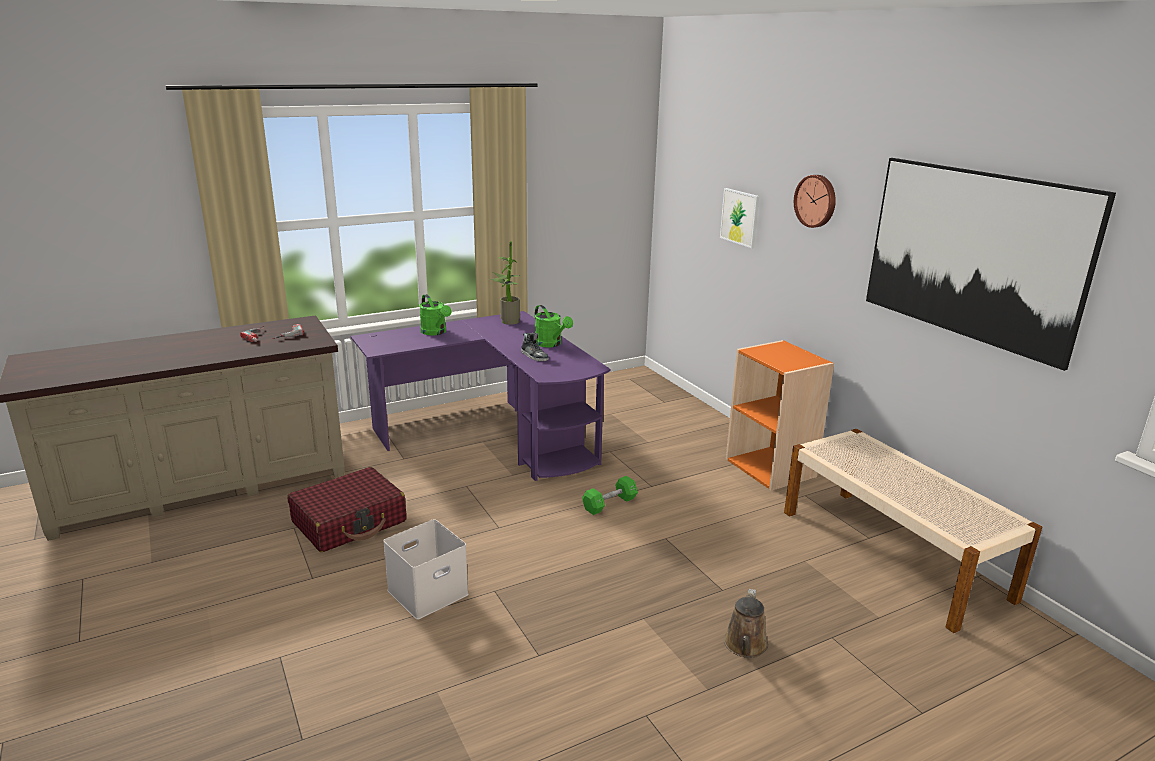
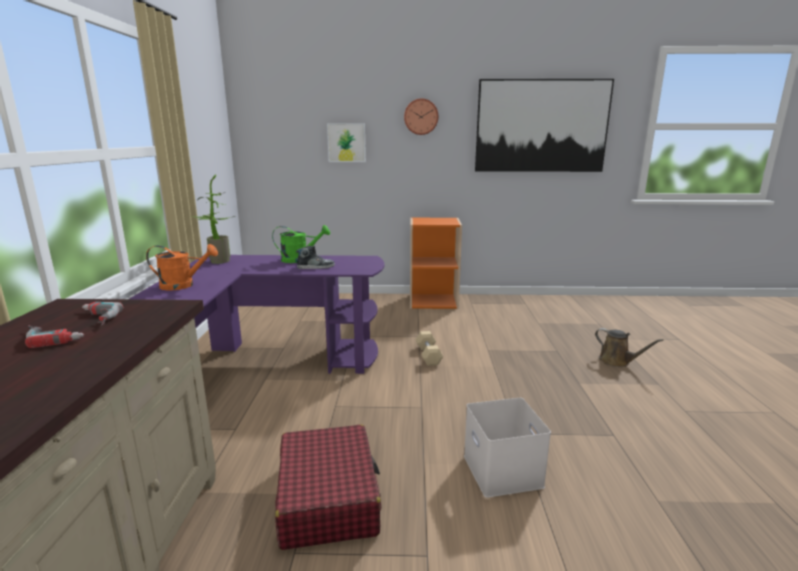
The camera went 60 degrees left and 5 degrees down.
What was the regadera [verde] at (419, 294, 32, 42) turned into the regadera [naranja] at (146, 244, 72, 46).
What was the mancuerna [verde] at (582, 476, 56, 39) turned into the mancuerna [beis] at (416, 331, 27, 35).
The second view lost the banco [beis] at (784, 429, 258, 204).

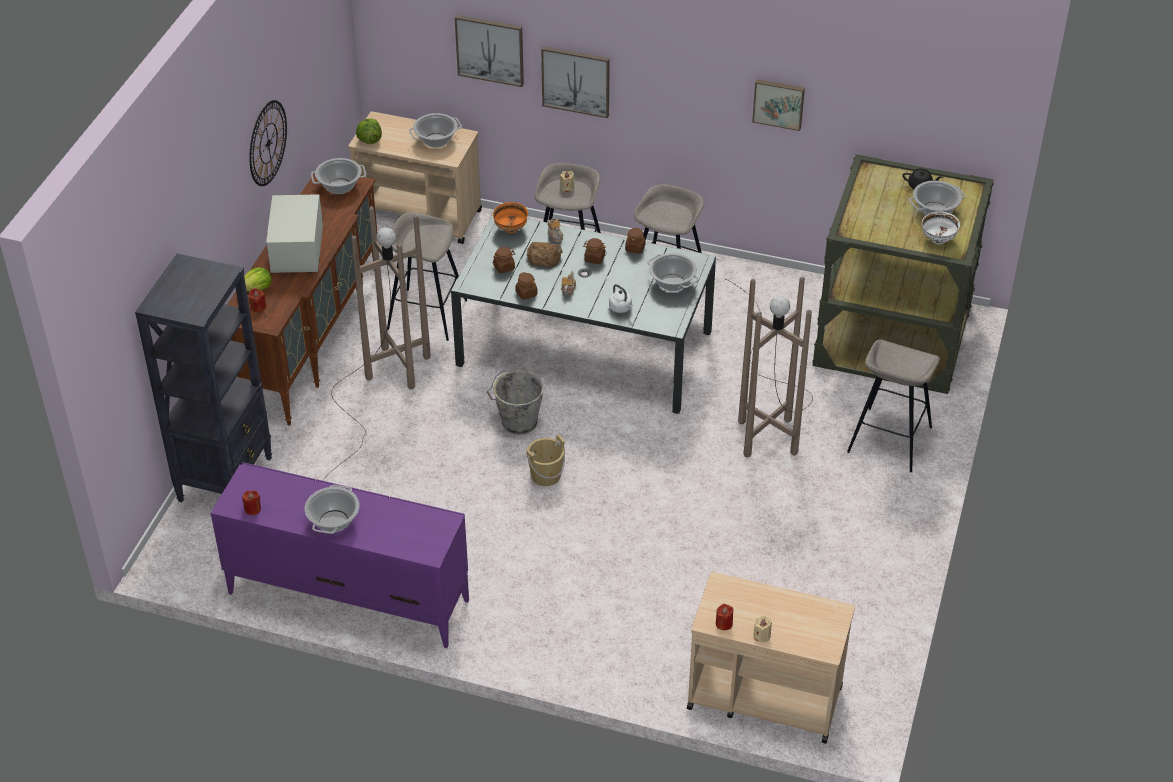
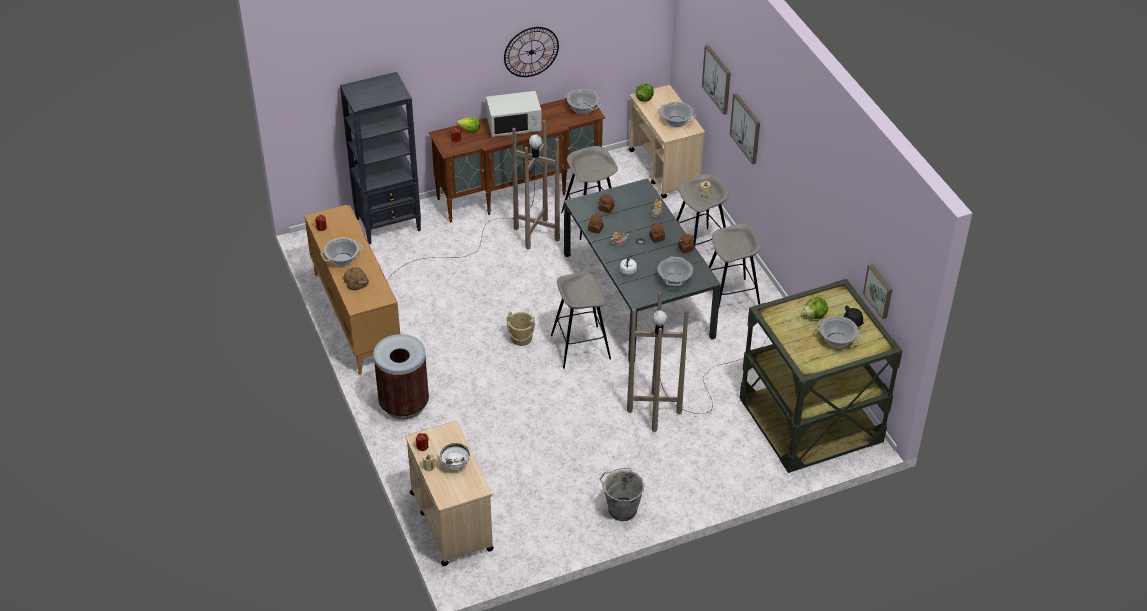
The camera went 50 degrees right and 0 degrees up.
What was the cómoda [morado] at (210, 462, 259, 186) turned into the cómoda [marrón] at (304, 205, 96, 170).
The pan ended up elsewhere, having gone from (527, 242, 36, 26) to (343, 267, 26, 24).
The second view gained the papelera [marrón] at (373, 334, 56, 85).
The cuenco [blanco] ended up elsewhere, having gone from (922, 211, 38, 33) to (439, 442, 31, 27).
The microondas [blanco] at (266, 194, 57, 80) ended up facing another way, 150 degrees counterclockwise from before.
The taburete [gris] ended up elsewhere, having gone from (847, 339, 93, 133) to (551, 273, 60, 96).
The cubo [gris] ended up elsewhere, having gone from (487, 370, 58, 65) to (600, 468, 45, 53).
The second view gained the lechuga at (803, 297, 25, 22).
The cuadro ended up elsewhere, having gone from (752, 79, 53, 52) to (863, 264, 29, 55).
The second view lost the cuenco [naranja] at (493, 202, 35, 31).

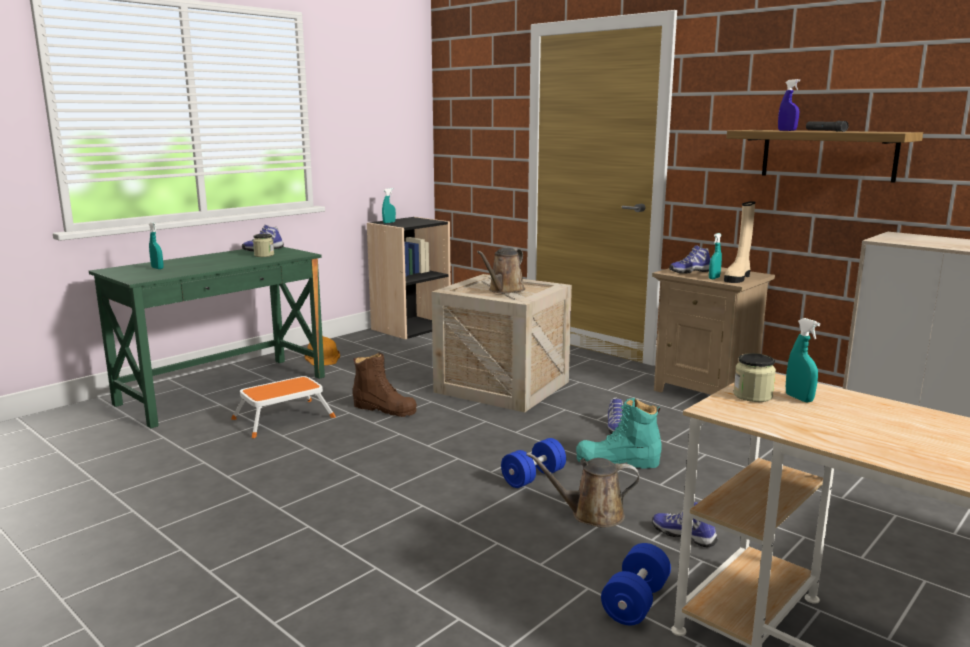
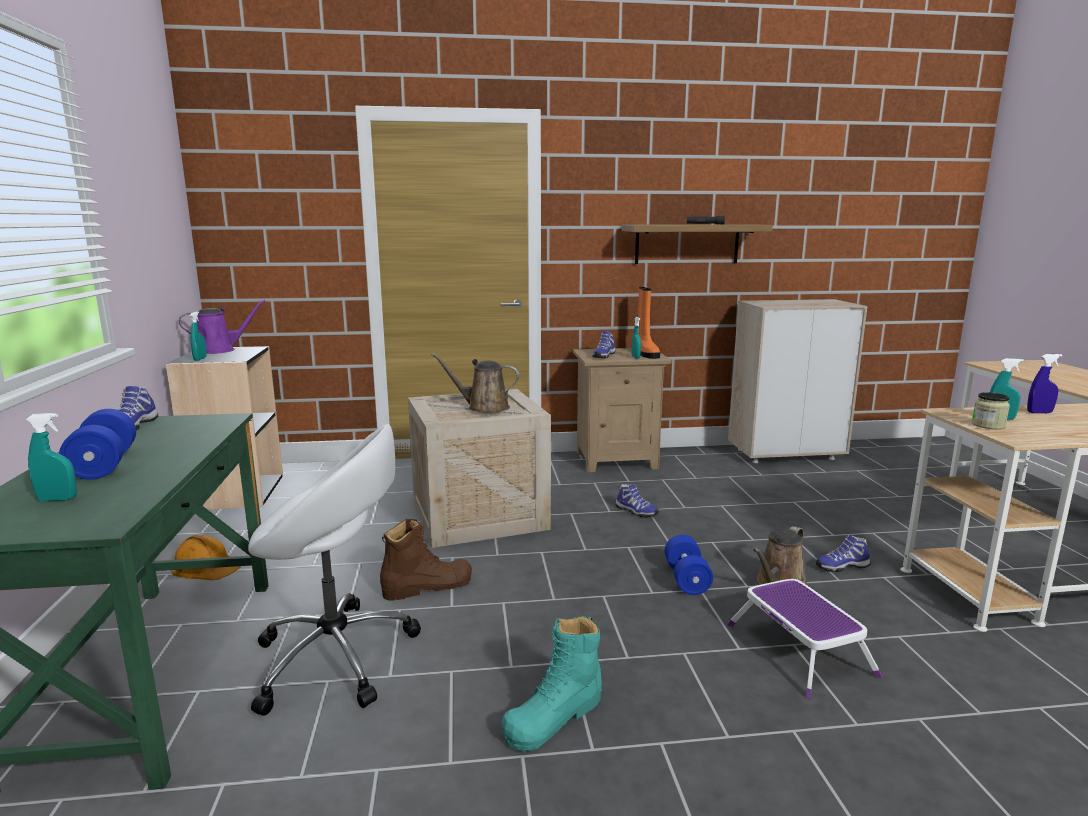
The camera went 50 degrees left and 0 degrees up.
The mancuerna [azul] ended up elsewhere, having gone from (601, 543, 70, 83) to (59, 409, 77, 71).
The second view gained the regadera [morado] at (179, 300, 87, 54).
Where the escalera de tijera [naranja] stood at (231, 376, 105, 62), the silla de oficina [blanco] came to stand at (248, 424, 173, 292).
The regadera [marrón] at (477, 248, 48, 46) ended up facing another way, 120 degrees clockwise from before.
The bota [turquesa] ended up elsewhere, having gone from (576, 398, 86, 71) to (501, 616, 101, 135).
What was the bota [beis] at (724, 201, 31, 82) turned into the bota [naranja] at (638, 287, 22, 72).
The second view gained the escalera de tijera [morado] at (727, 579, 155, 120).
The pulverizador [azul] ended up elsewhere, having gone from (778, 79, 22, 52) to (1027, 354, 35, 59).
The second view lost the tarro at (253, 234, 21, 23).

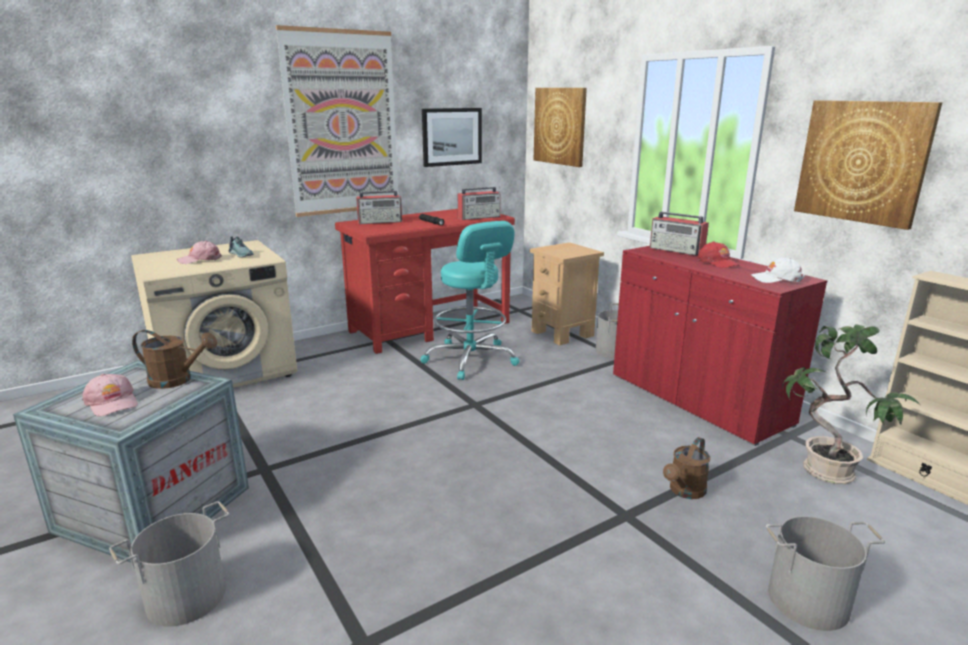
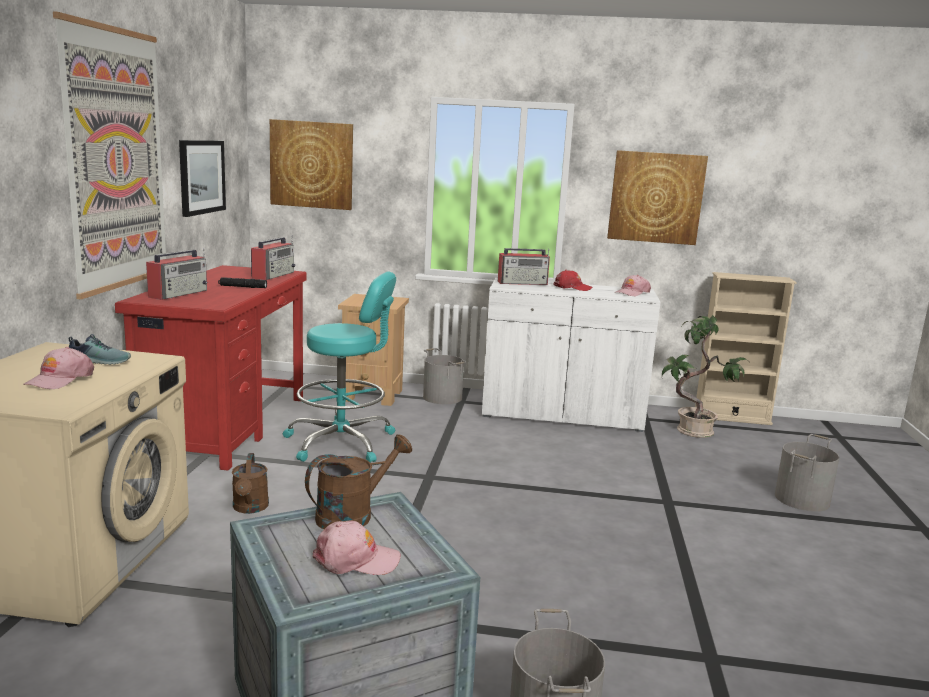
The camera went 50 degrees left and 5 degrees down.
The regadera [marrón] ended up elsewhere, having gone from (663, 437, 47, 62) to (232, 453, 37, 61).
What was the armario [rojo] at (613, 246, 215, 200) turned into the armario [blanco] at (482, 278, 178, 154).
What was the gorra [blanco] at (751, 258, 54, 25) turned into the gorra [rosa] at (616, 275, 35, 21).

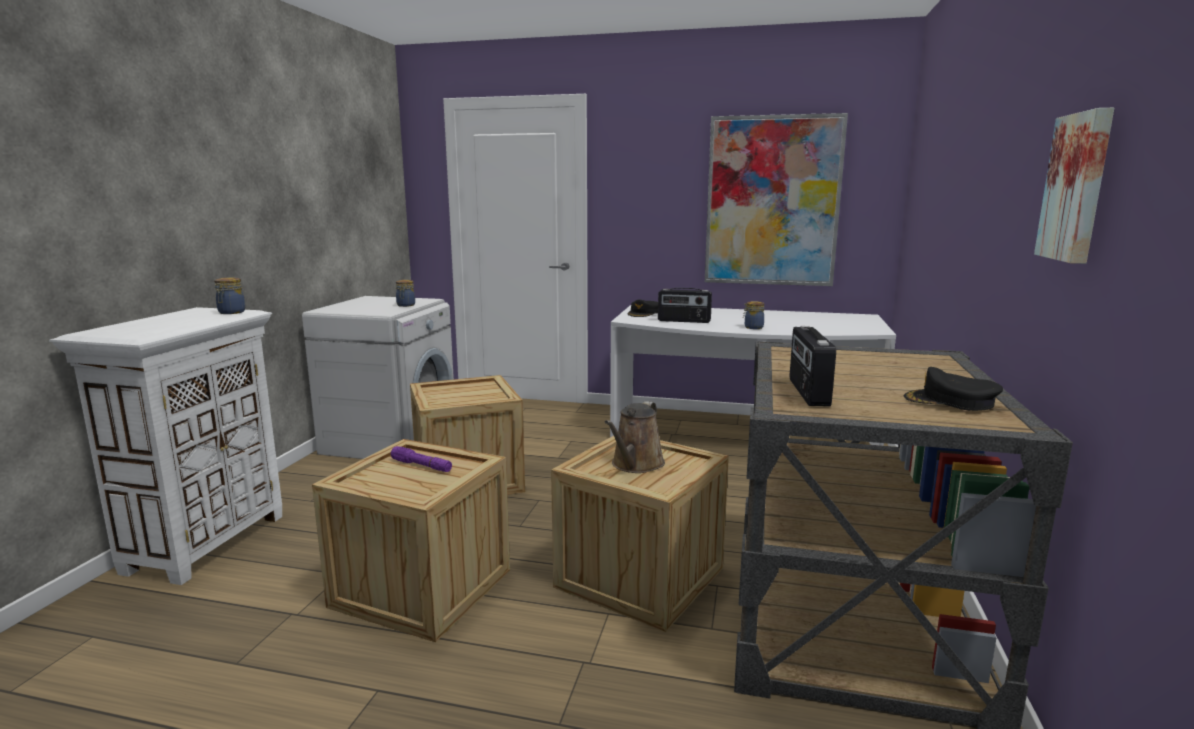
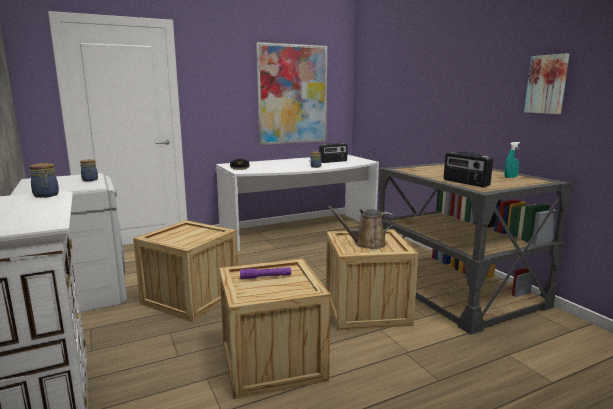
The camera went 40 degrees left and 0 degrees up.
The radio ended up elsewhere, having gone from (658, 288, 54, 35) to (319, 143, 29, 20).
The regadera [marrón] at (605, 401, 60, 72) ended up facing another way, 105 degrees clockwise from before.
Where the gorra [negro] stood at (904, 367, 99, 44), the pulverizador [turquesa] came to stand at (504, 142, 16, 36).

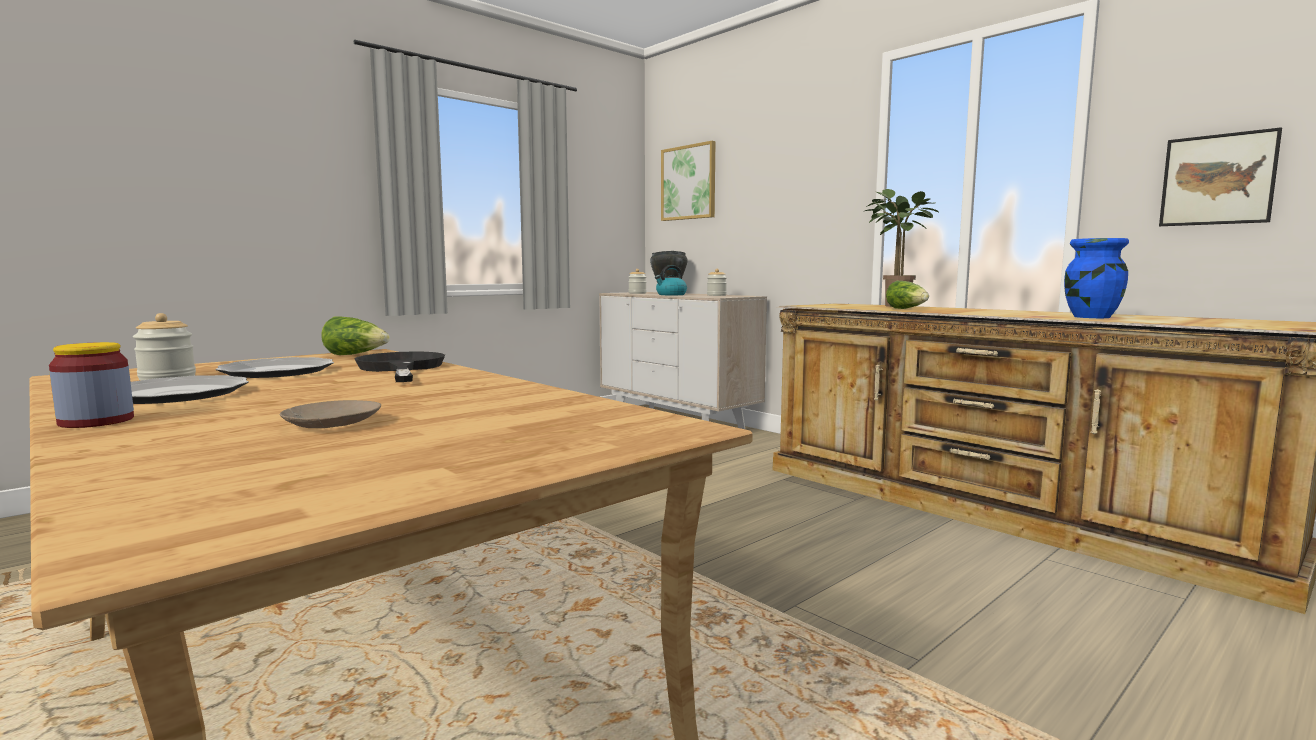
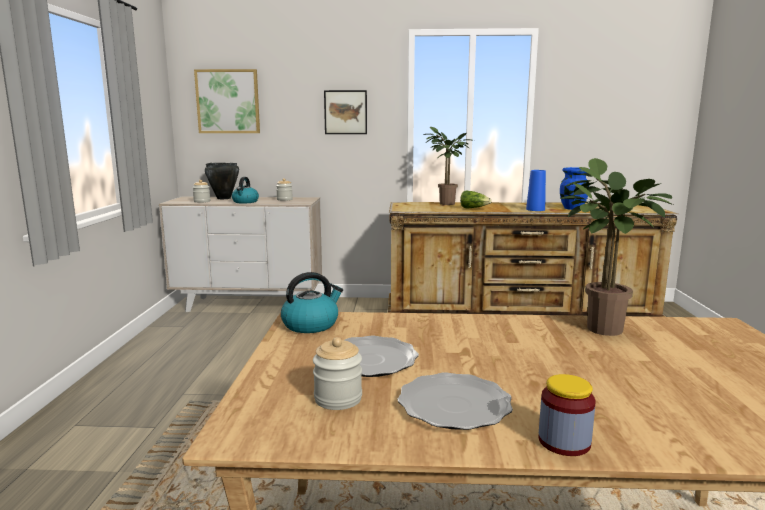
The camera went 45 degrees left and 5 degrees up.
Where the lechuga stood at (321, 316, 69, 39), the hervidor came to stand at (281, 272, 62, 61).
The cuadro ended up elsewhere, having gone from (1159, 127, 123, 99) to (324, 90, 43, 44).
The second view gained the florero [azul] at (526, 170, 20, 41).
The second view gained the planta en maceta at (560, 158, 113, 178).
The second view lost the plato [beis] at (280, 400, 101, 28).
The second view lost the sartén [negro] at (354, 352, 91, 30).

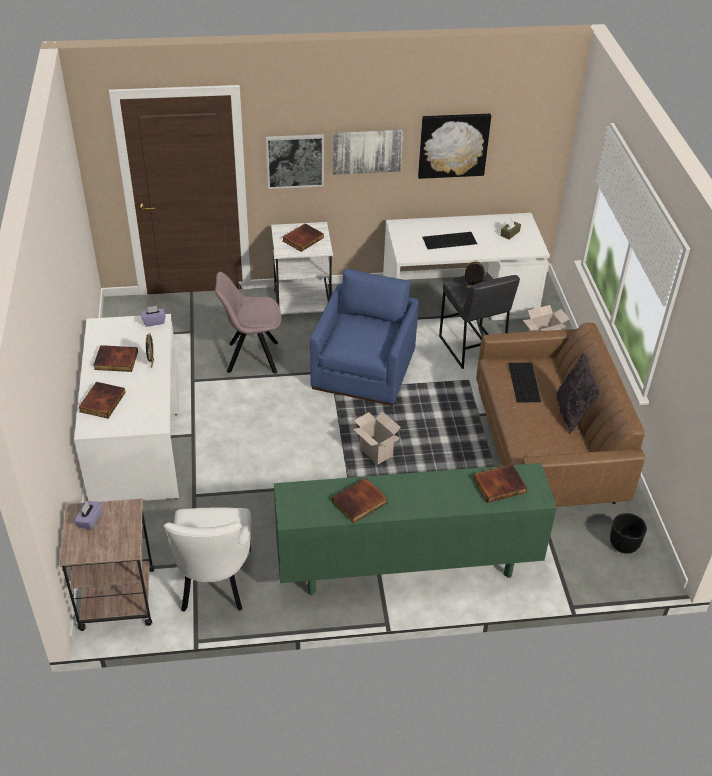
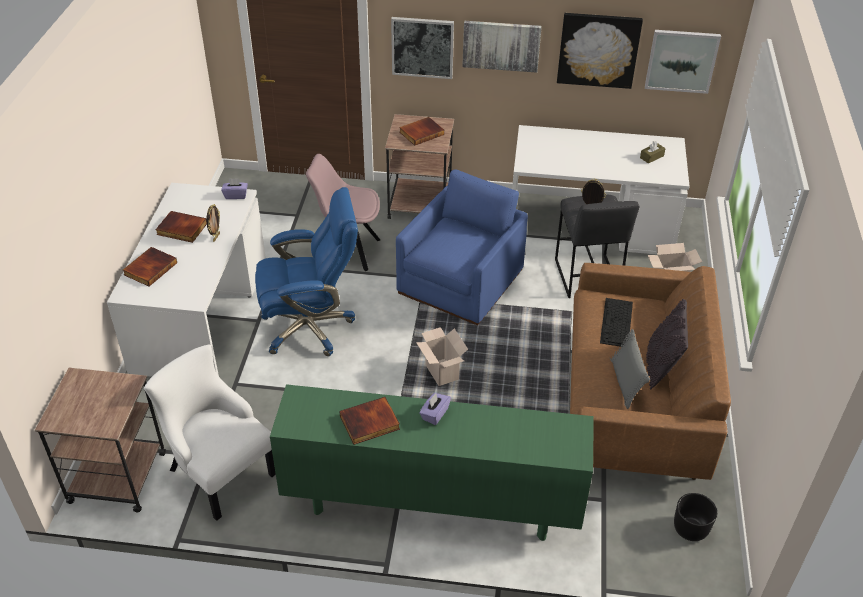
The camera went 15 degrees right and 0 degrees up.
The silla [blanco] at (164, 508, 88, 104) ended up facing another way, 120 degrees clockwise from before.
The second view gained the silla de oficina [azul] at (255, 187, 103, 169).
What was the carrito [blanco] at (271, 222, 62, 93) turned into the carrito [marrón] at (385, 114, 69, 105).
The caja de pañuelos [morado] ended up elsewhere, having gone from (74, 501, 28, 29) to (419, 393, 32, 32).
The second view gained the cojín [gris] at (610, 329, 40, 80).
The second view gained the cuadro at (645, 30, 76, 64).
The second view lost the teclado at (422, 232, 55, 17).
The second view lost the libro at (473, 464, 54, 39).

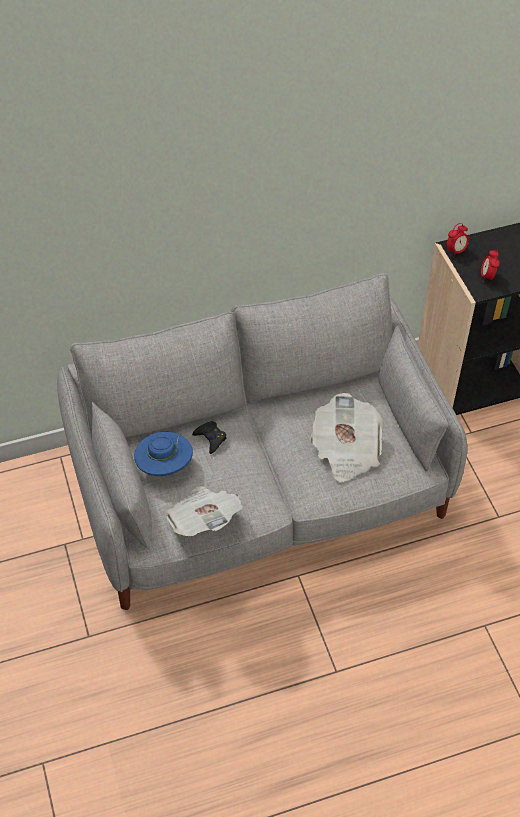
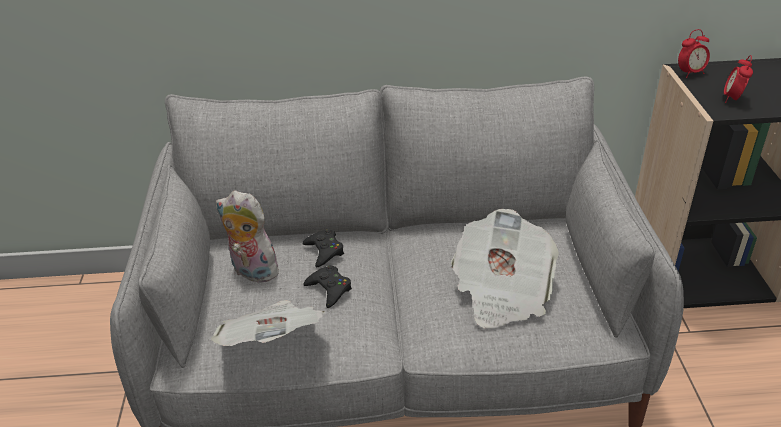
The camera went 15 degrees right and 15 degrees down.
Where the sombrero [azul] stood at (134, 432, 59, 44), the peluche came to stand at (216, 190, 65, 93).
The second view gained the mando de consola [negro] at (303, 265, 49, 43).

